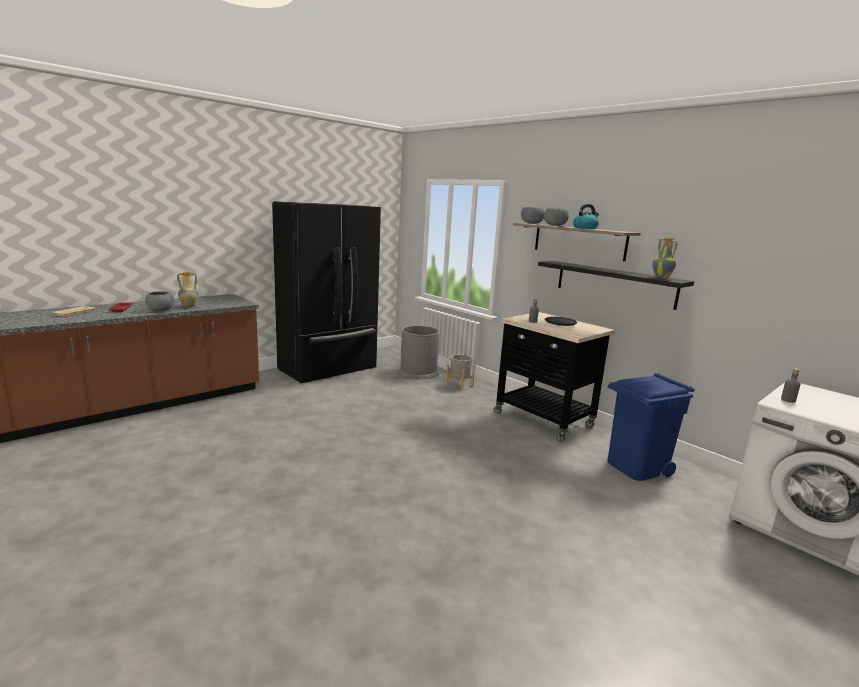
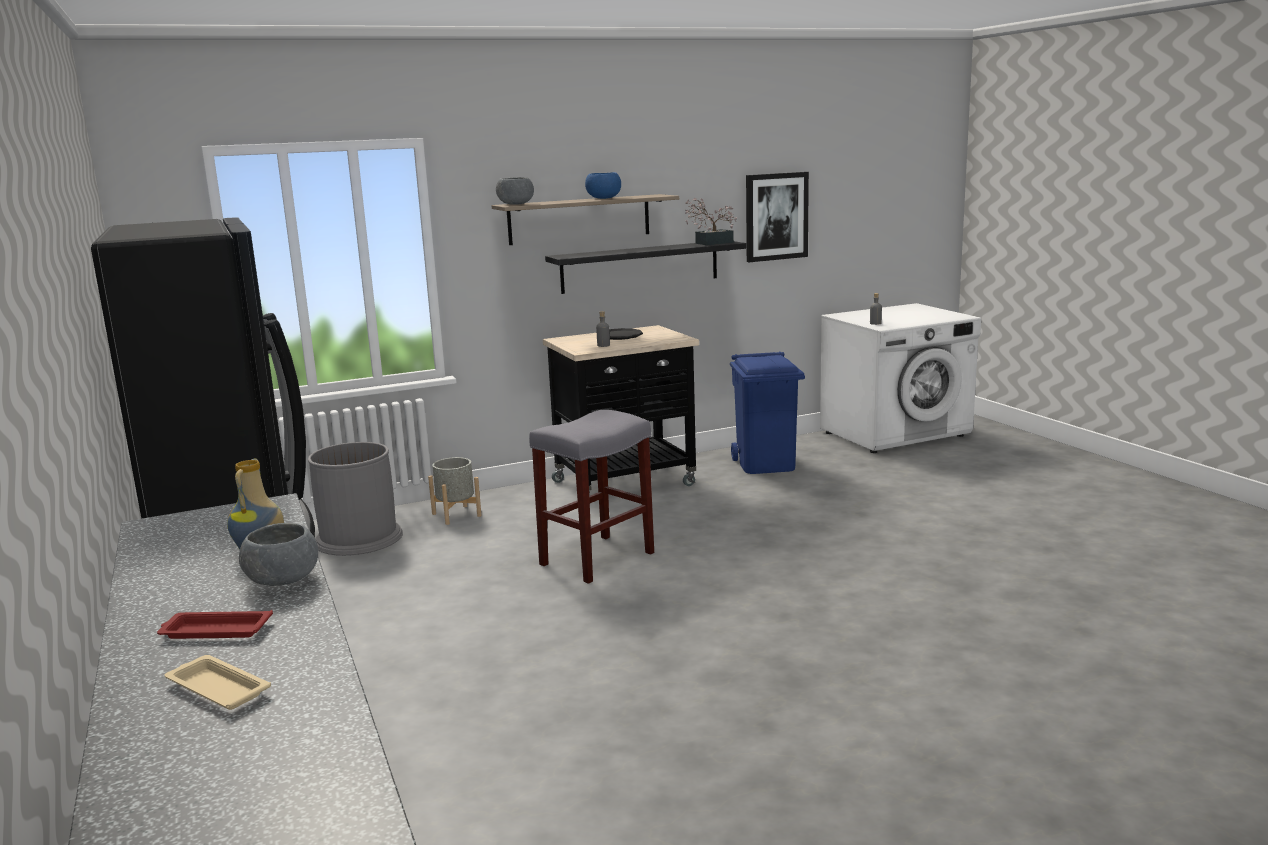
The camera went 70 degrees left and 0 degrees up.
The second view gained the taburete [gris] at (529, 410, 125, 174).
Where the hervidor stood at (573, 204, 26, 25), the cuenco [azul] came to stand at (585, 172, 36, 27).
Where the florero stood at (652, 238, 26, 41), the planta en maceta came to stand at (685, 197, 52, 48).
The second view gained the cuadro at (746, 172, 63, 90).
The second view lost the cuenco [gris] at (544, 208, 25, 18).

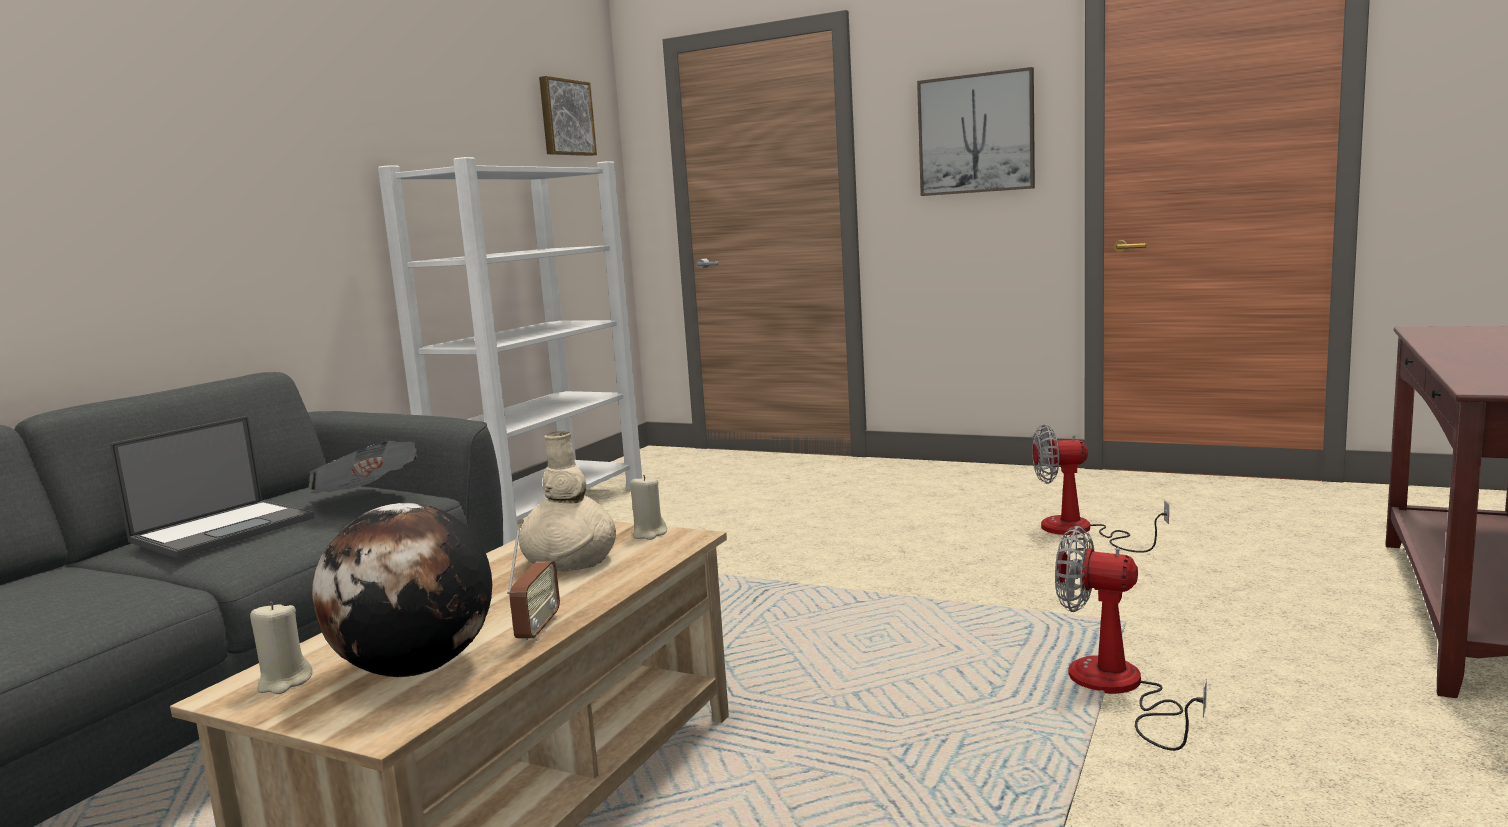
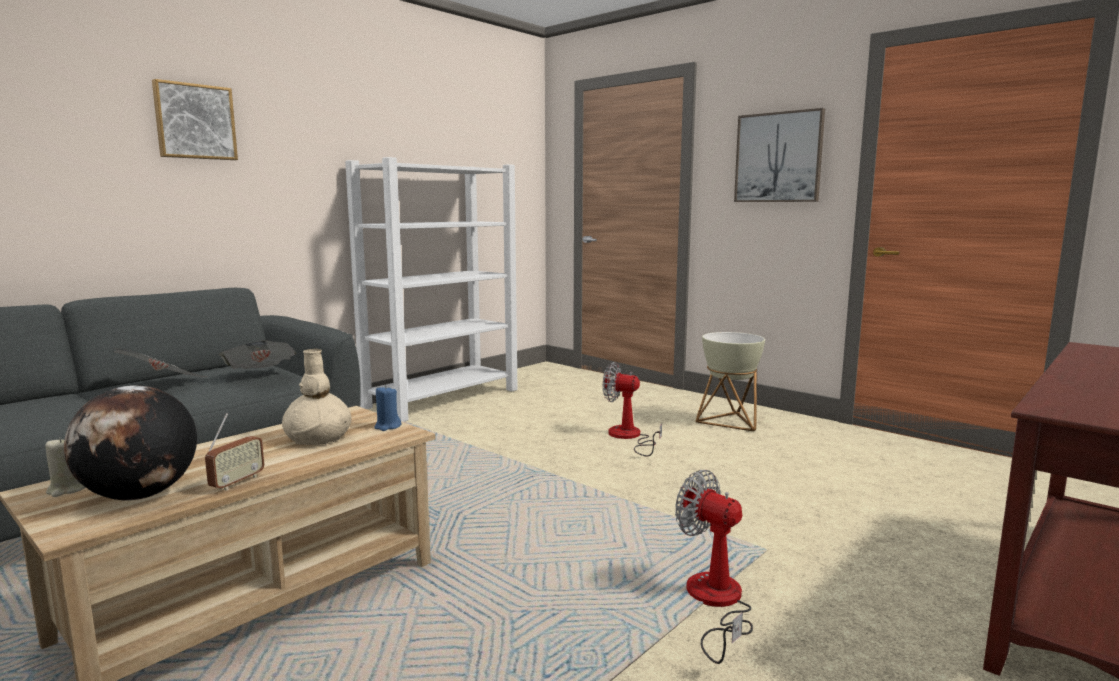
The camera went 15 degrees right and 0 degrees up.
Where the portátil stood at (109, 416, 206, 143), the periódico came to stand at (114, 349, 94, 28).
The cuadro ended up elsewhere, having gone from (539, 76, 58, 80) to (152, 79, 86, 81).
What was the vela [beis] at (630, 475, 37, 65) turned into the vela [azul] at (375, 385, 26, 46).
The ventilador ended up elsewhere, having gone from (1032, 424, 137, 129) to (603, 362, 59, 94).
The second view gained the maceta at (695, 332, 70, 99).

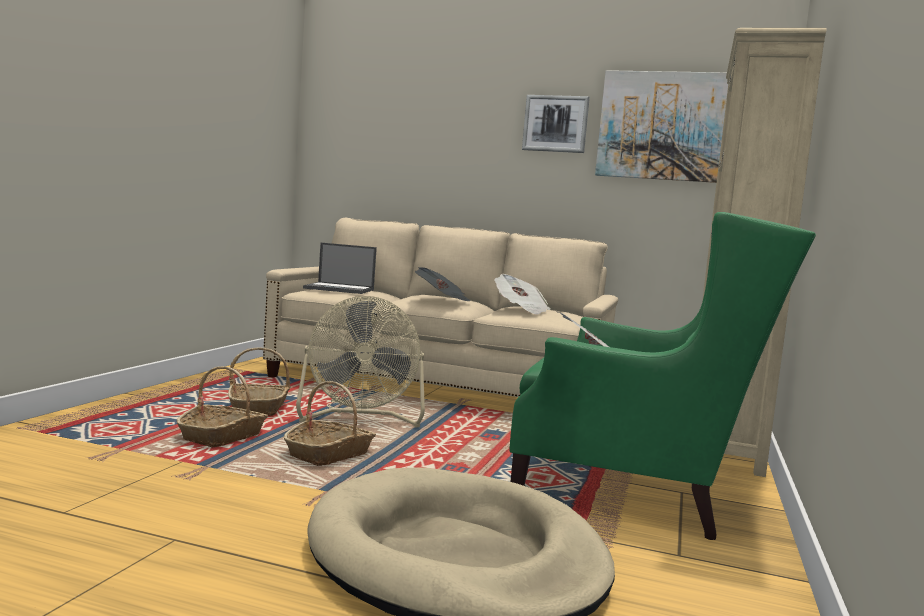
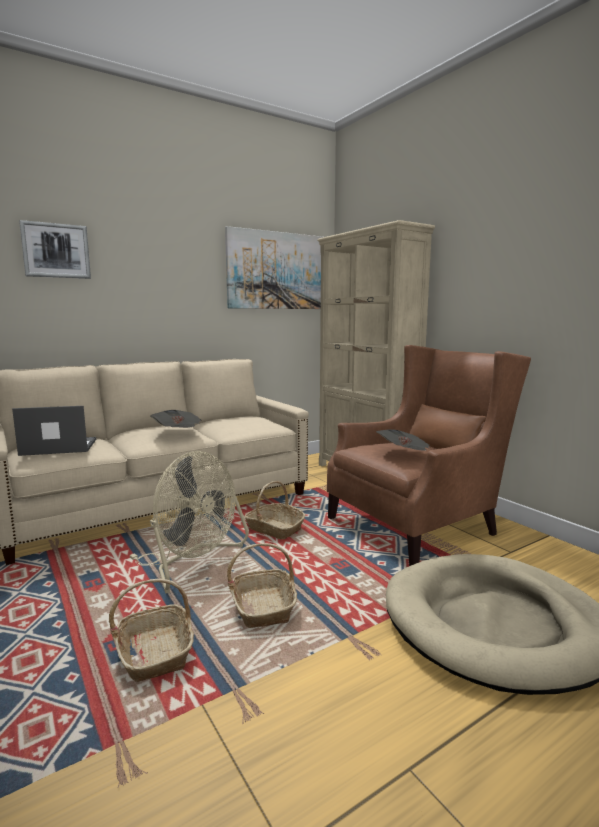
The camera went 50 degrees left and 5 degrees up.
The portátil at (303, 243, 74, 51) ended up facing another way, 150 degrees counterclockwise from before.
The cuadro ended up elsewhere, having gone from (522, 95, 68, 58) to (19, 220, 72, 59).
The cesta ended up elsewhere, having gone from (228, 347, 63, 69) to (245, 481, 60, 58).
What was the sillón [verde] at (509, 212, 307, 328) turned into the sillón [marrón] at (327, 345, 204, 221).
The second view lost the periódico at (494, 274, 57, 40).

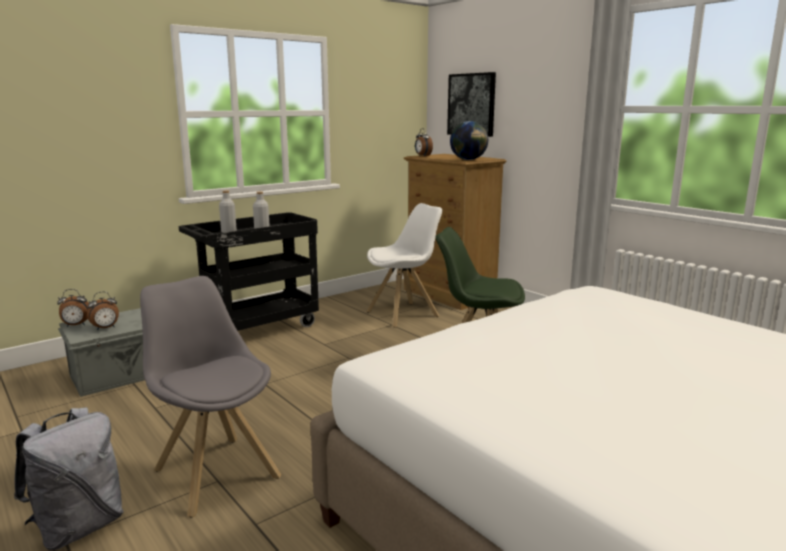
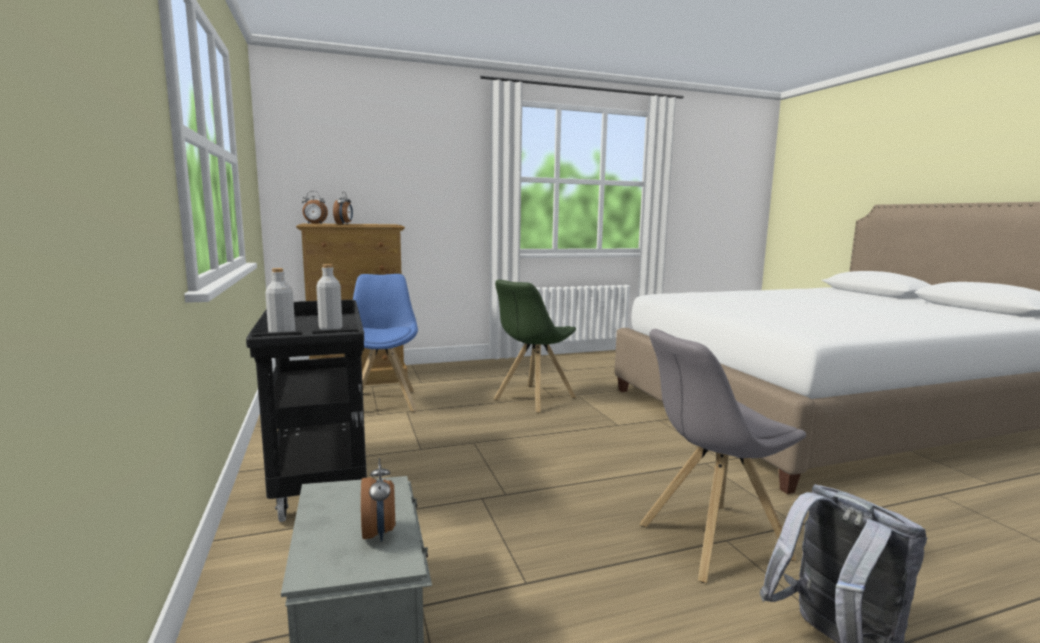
The camera went 70 degrees left and 5 degrees down.
The despertador ended up elsewhere, having gone from (57, 289, 32, 38) to (333, 192, 20, 32).
What was the silla [blanco] at (366, 203, 77, 124) turned into the silla [azul] at (353, 274, 65, 138).
The second view lost the cuadro at (447, 72, 49, 65).
The second view lost the globo terráqueo at (450, 121, 38, 39).

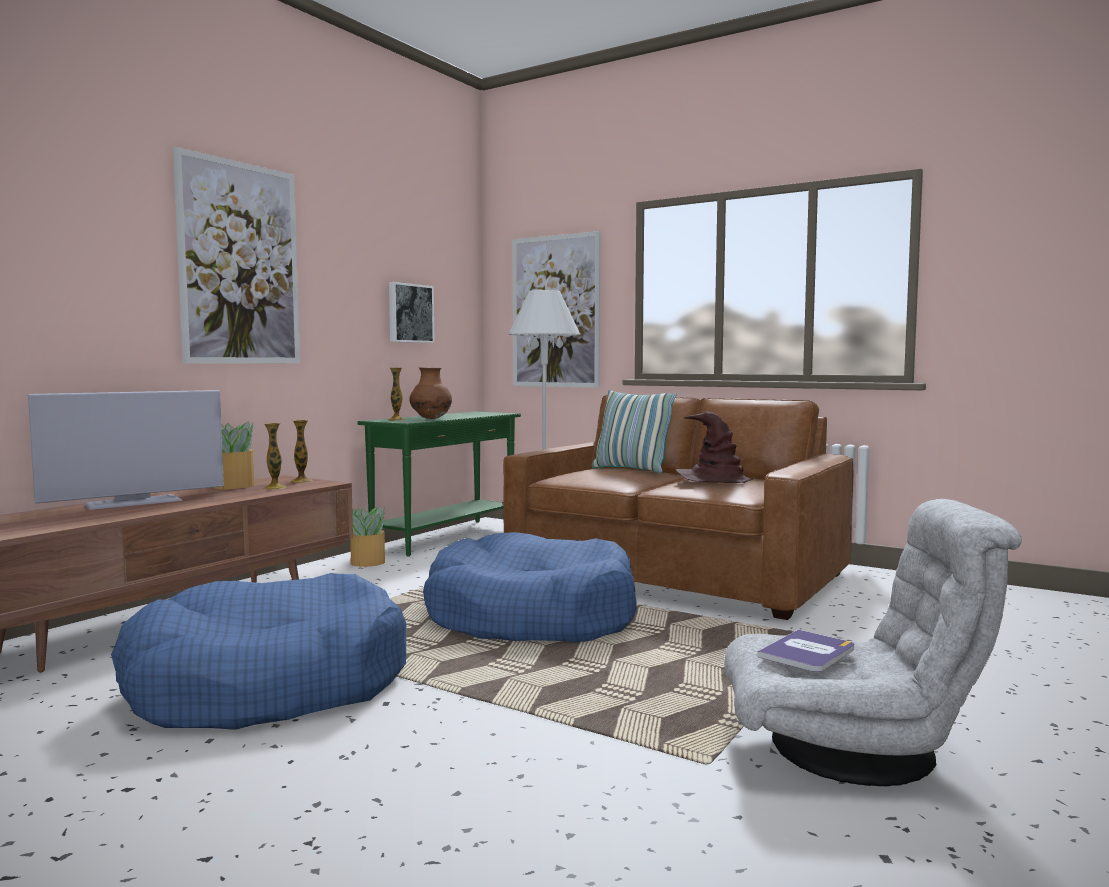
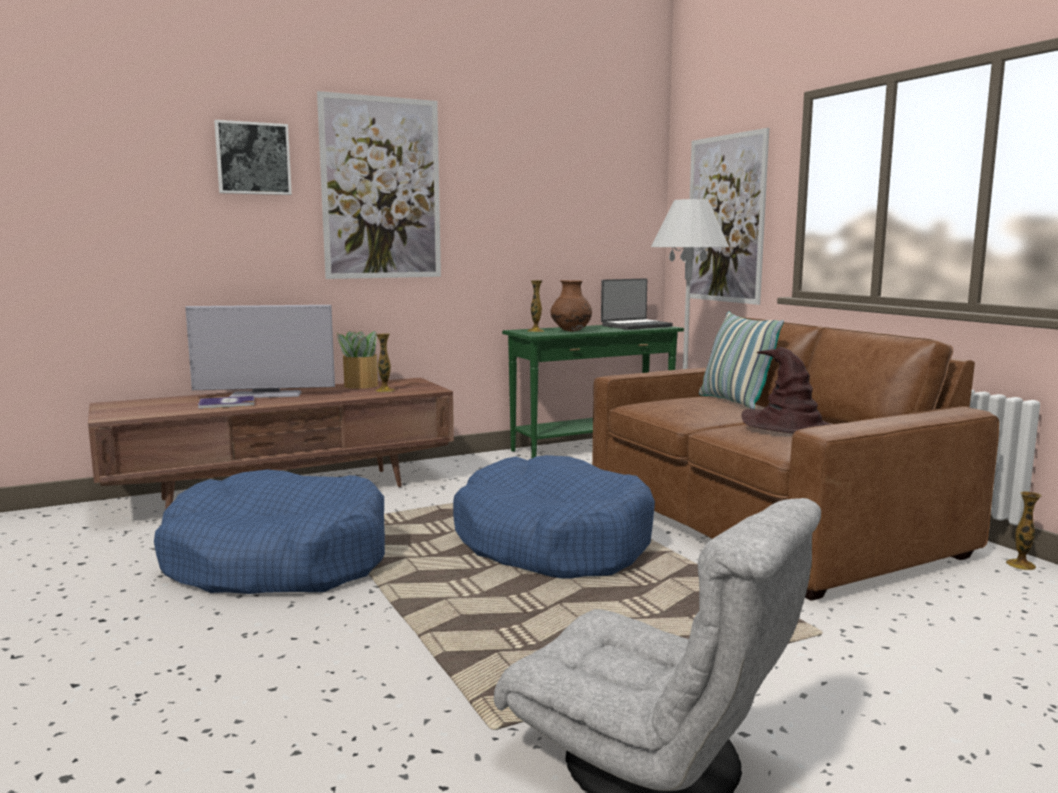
The camera went 30 degrees right and 5 degrees up.
The libro ended up elsewhere, having gone from (758, 630, 96, 42) to (198, 396, 56, 13).
The cuadro ended up elsewhere, having gone from (389, 282, 46, 61) to (214, 120, 78, 75).
The second view gained the portátil at (601, 278, 72, 52).
The florero ended up elsewhere, having gone from (290, 420, 23, 63) to (1006, 491, 35, 79).
The second view lost the planta en maceta at (350, 506, 35, 61).

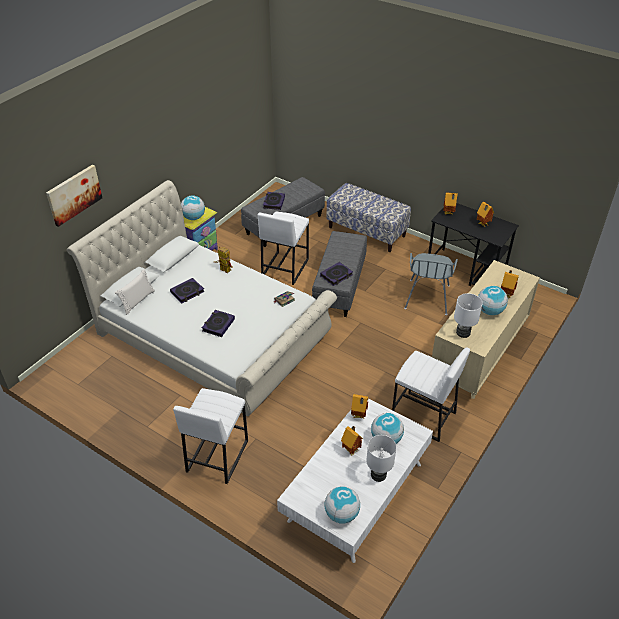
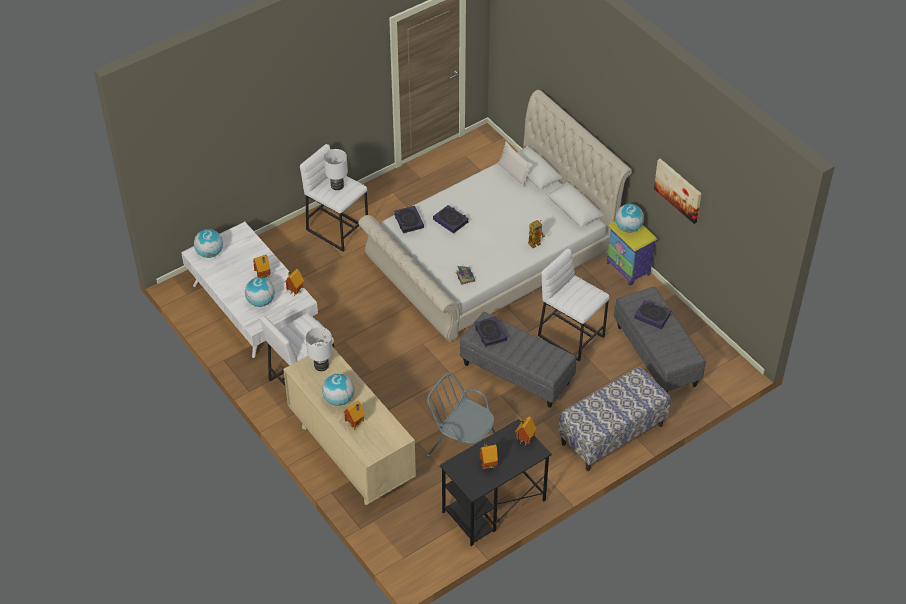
The camera went 110 degrees right and 5 degrees up.
The lámpara de mesa [blanco] ended up elsewhere, having gone from (366, 435, 30, 47) to (324, 149, 24, 41).
The libro ended up elsewhere, having gone from (170, 278, 35, 25) to (394, 206, 30, 27).
The cuadro ended up elsewhere, having gone from (46, 164, 56, 63) to (654, 159, 48, 65).

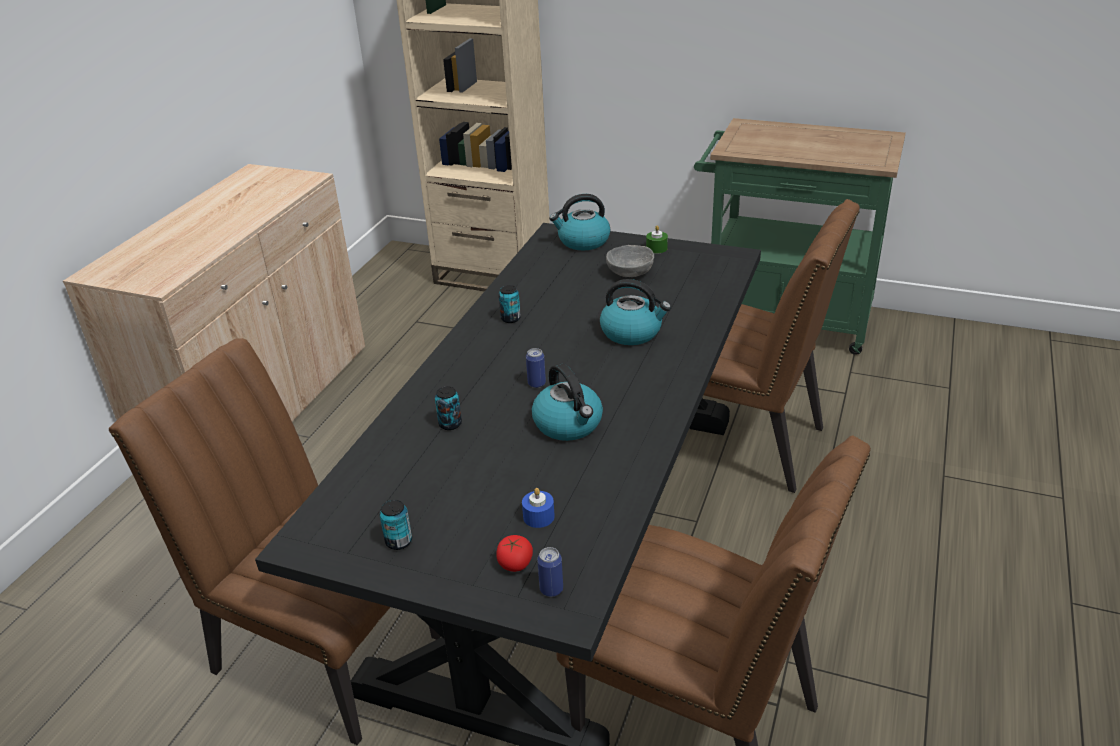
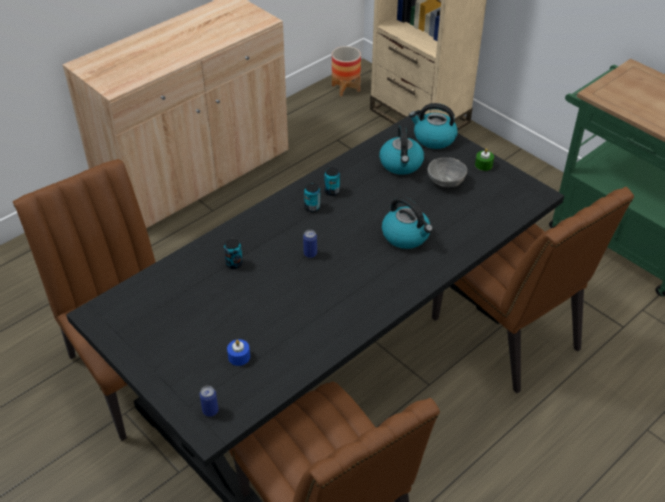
The camera went 25 degrees right and 10 degrees up.
The lata ended up elsewhere, having gone from (379, 500, 33, 50) to (304, 183, 16, 29).
The second view gained the maceta at (332, 46, 29, 51).
The hervidor ended up elsewhere, having gone from (532, 363, 71, 78) to (379, 125, 45, 50).
The second view lost the tomate at (496, 535, 37, 37).

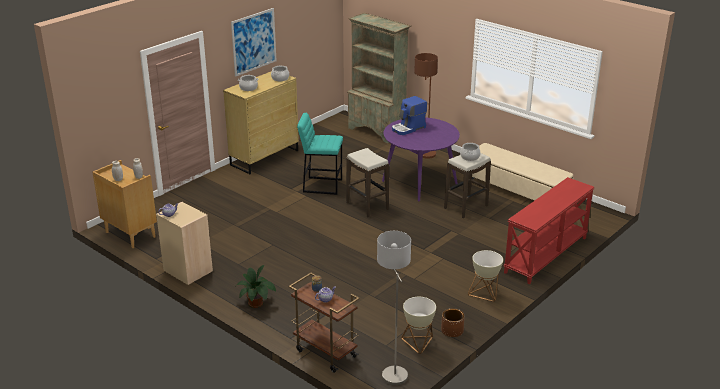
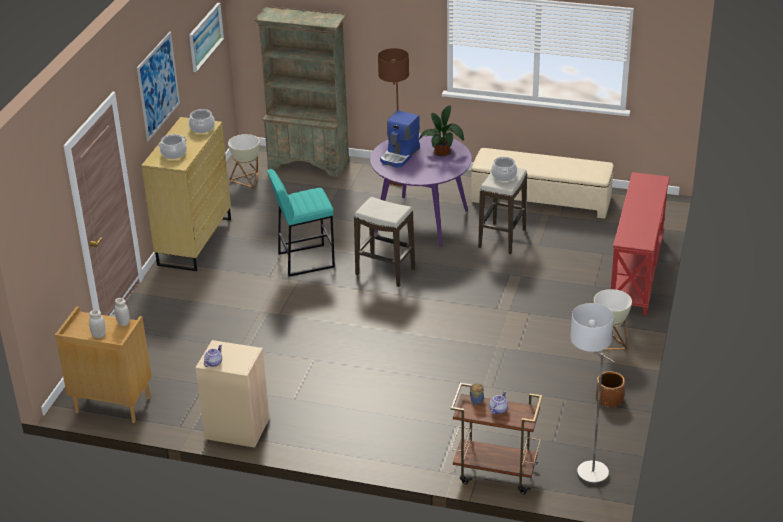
The camera went 25 degrees left and 5 degrees up.
The second view gained the cuadro at (189, 3, 35, 69).
The maceta ended up elsewhere, having gone from (401, 297, 35, 57) to (228, 134, 32, 54).
The planta en maceta ended up elsewhere, having gone from (234, 265, 42, 43) to (419, 105, 45, 51).

